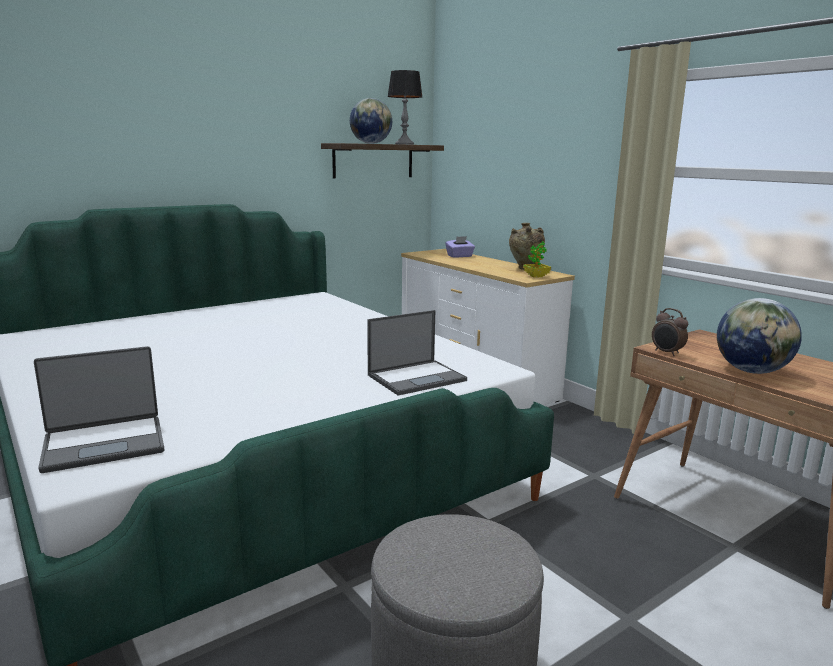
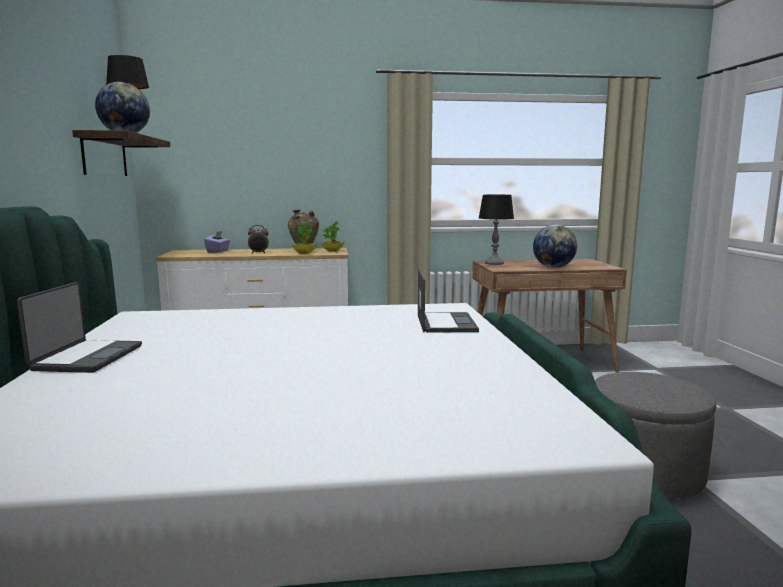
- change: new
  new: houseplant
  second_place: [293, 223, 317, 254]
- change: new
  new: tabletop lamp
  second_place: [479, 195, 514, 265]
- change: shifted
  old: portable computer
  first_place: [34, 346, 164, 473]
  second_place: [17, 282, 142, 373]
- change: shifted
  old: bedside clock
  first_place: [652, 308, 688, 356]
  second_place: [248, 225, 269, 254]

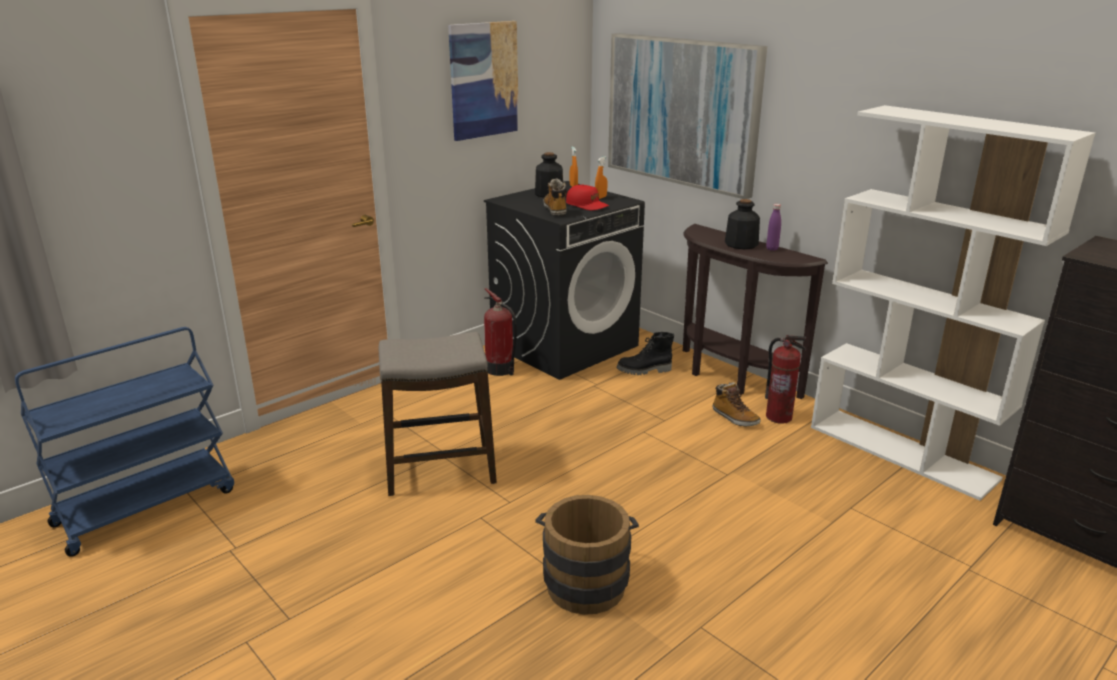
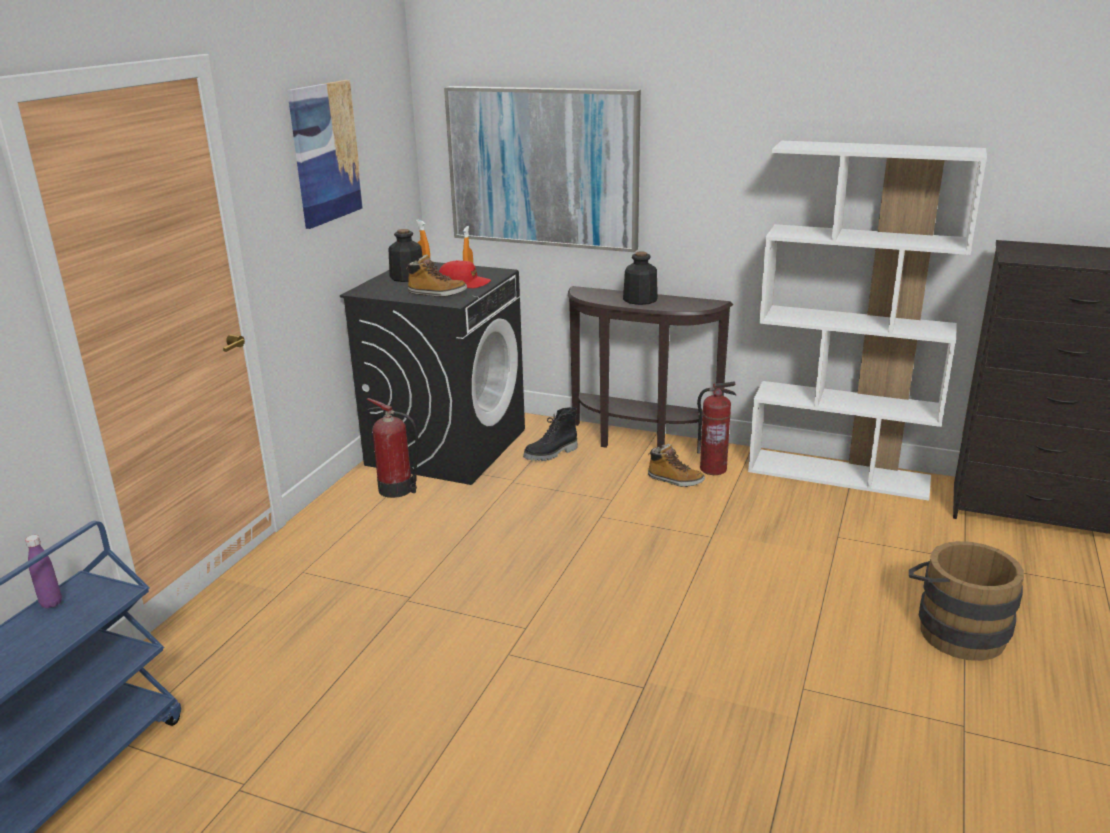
- change: gone
  old: stool
  first_place: [378, 332, 497, 496]
- change: shifted
  old: pail (brownish)
  first_place: [535, 495, 639, 615]
  second_place: [909, 541, 1024, 661]
- change: shifted
  old: beverage bottle (purple-coloured)
  first_place: [766, 204, 781, 251]
  second_place: [25, 535, 62, 609]
- change: rotated
  old: boot
  first_place: [544, 178, 567, 216]
  second_place: [406, 254, 467, 297]
  degrees: 135

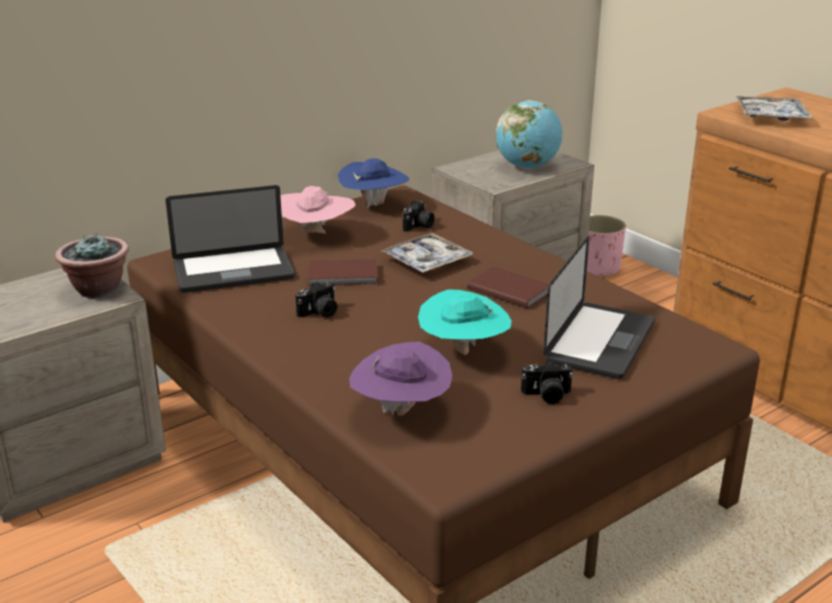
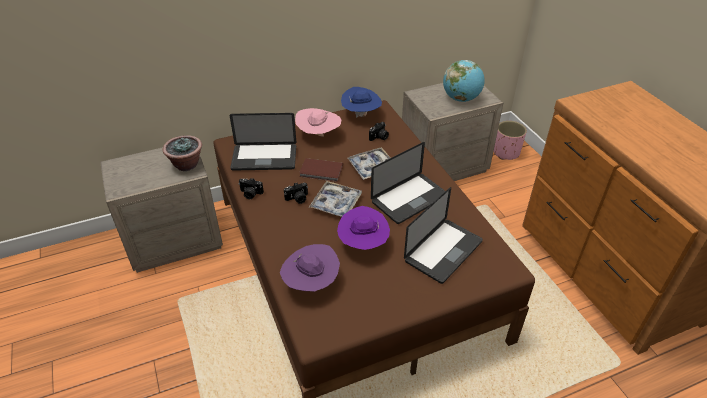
- change: shifted
  old: photo camera
  first_place: [521, 360, 573, 404]
  second_place: [238, 178, 264, 199]
- change: shifted
  old: serving tray
  first_place: [736, 96, 813, 121]
  second_place: [309, 181, 362, 217]
- change: swapped
  old: volume (brownish)
  new: portable computer
  first_place: [467, 267, 549, 309]
  second_place: [371, 142, 445, 224]
- change: repainted
  old: wearable hat (turquoise)
  new: wearable hat (purple-coloured)
  first_place: [418, 289, 512, 355]
  second_place: [337, 206, 390, 250]

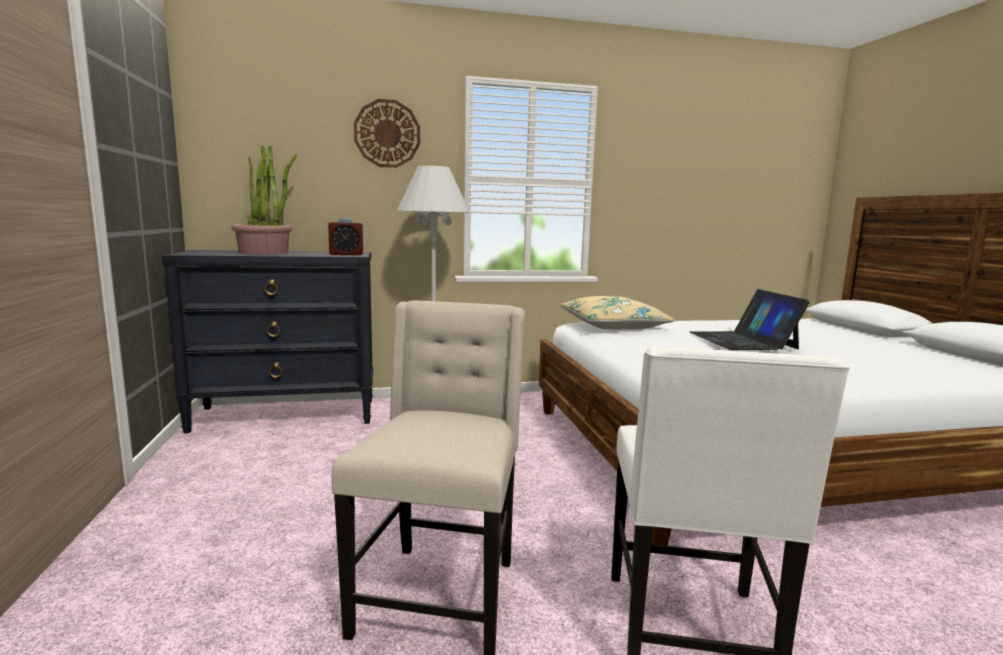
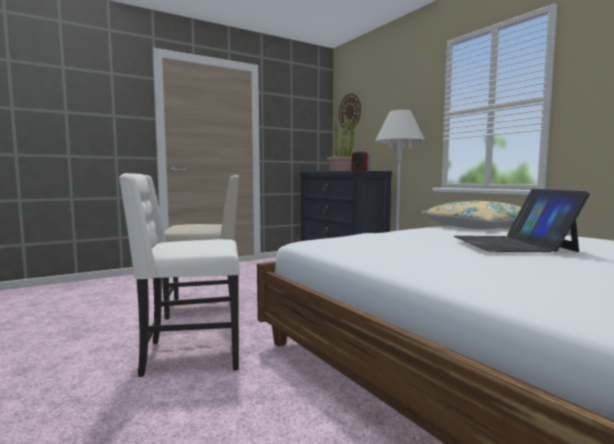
- change: shifted
  old: wall clock
  first_place: [354, 99, 420, 168]
  second_place: [339, 93, 361, 130]
- change: rotated
  old: portable computer
  first_place: [690, 289, 810, 350]
  second_place: [453, 189, 590, 252]
  degrees: -60

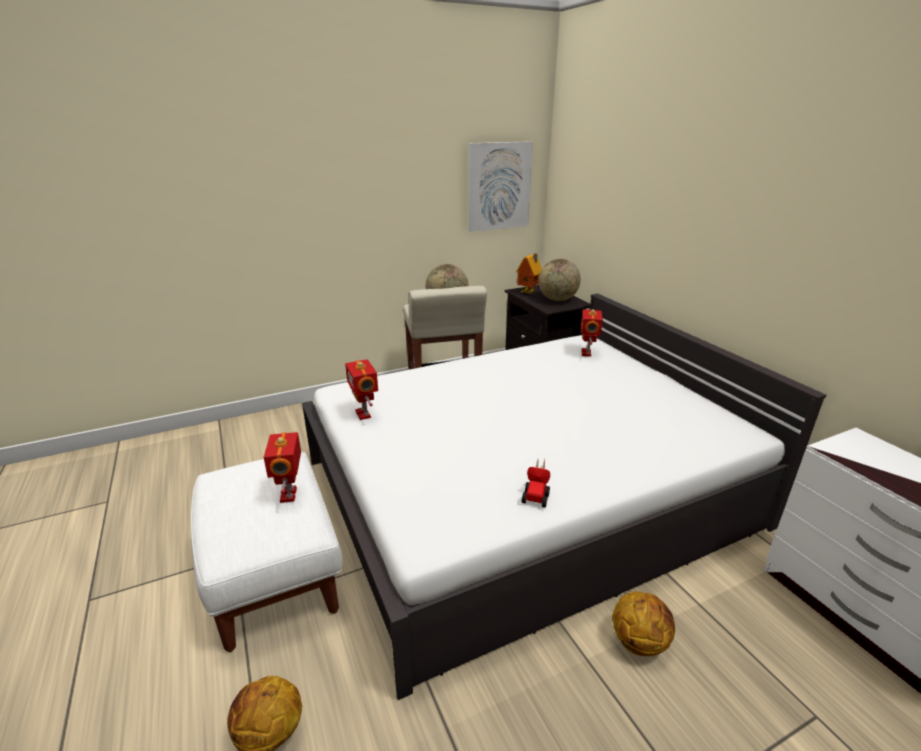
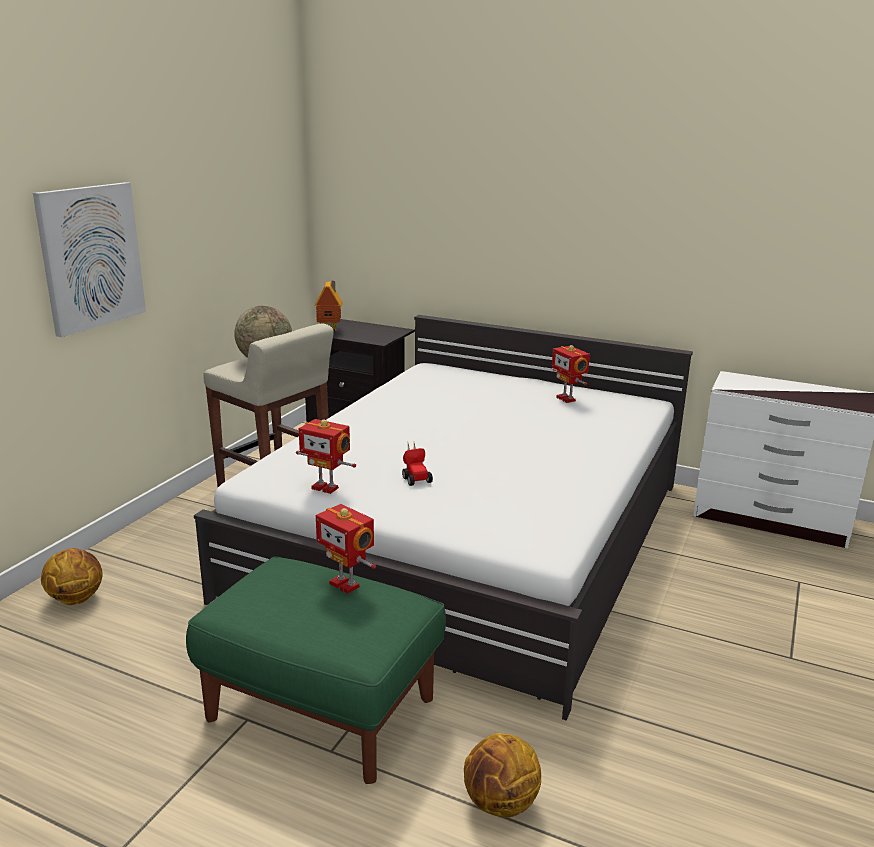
- change: gone
  old: desk globe
  first_place: [538, 259, 581, 301]
- change: shifted
  old: picture
  first_place: [468, 141, 533, 232]
  second_place: [33, 182, 146, 337]
- change: shifted
  old: miniature car
  first_place: [522, 460, 550, 508]
  second_place: [402, 443, 433, 486]
- change: shifted
  old: robot figure
  first_place: [581, 309, 603, 357]
  second_place: [552, 345, 590, 403]
- change: shifted
  old: basketball ball
  first_place: [612, 591, 675, 656]
  second_place: [41, 548, 103, 605]
- change: repainted
  old: ottoman (white-coloured)
  new: ottoman (green)
  first_place: [191, 452, 342, 652]
  second_place: [186, 557, 446, 784]

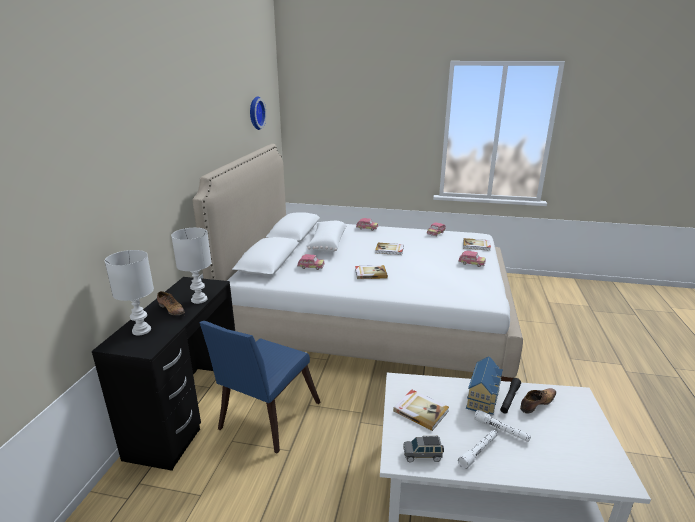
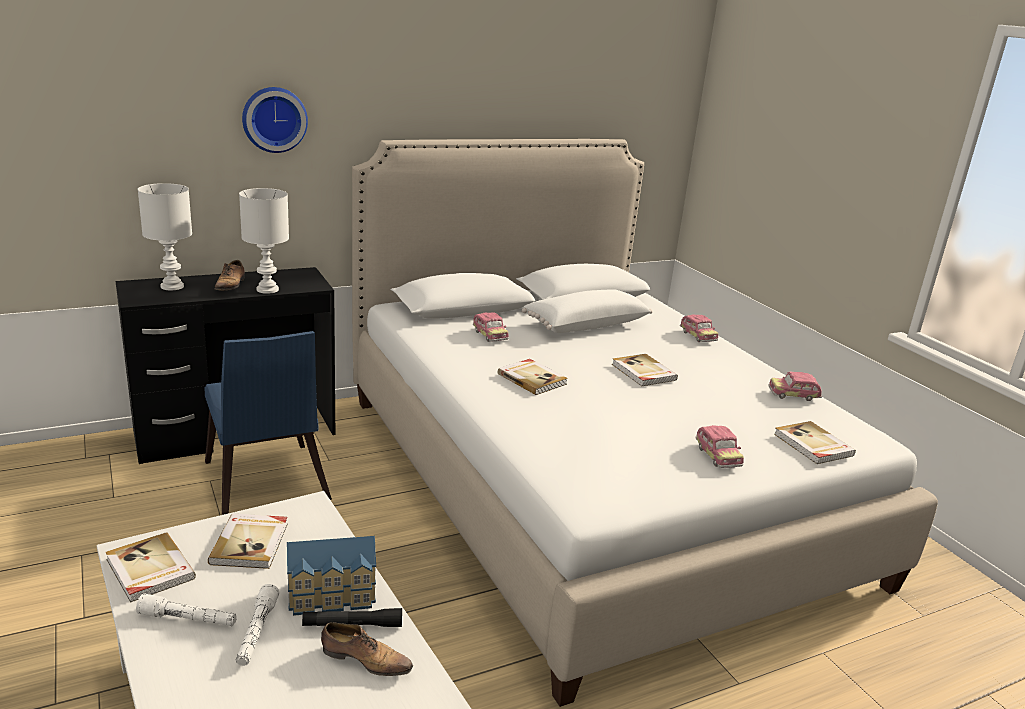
- change: shifted
  old: wall clock
  first_place: [250, 96, 266, 130]
  second_place: [242, 87, 308, 153]
- change: swapped
  old: miniature car (greyish)
  new: volume
  first_place: [403, 436, 444, 462]
  second_place: [105, 532, 196, 603]
- change: rotated
  old: upright chair (bluish)
  first_place: [200, 321, 320, 453]
  second_place: [204, 331, 332, 515]
  degrees: -105

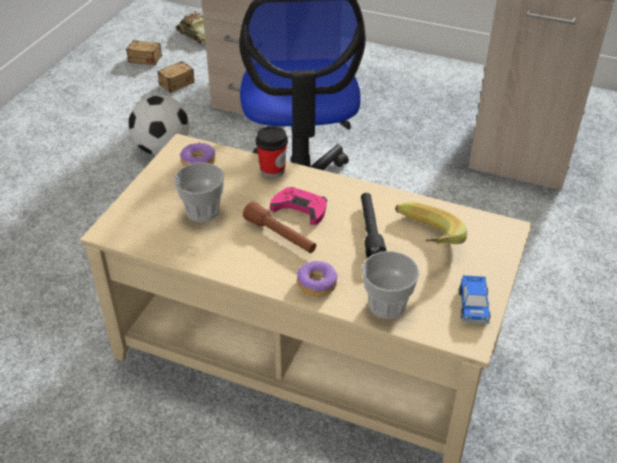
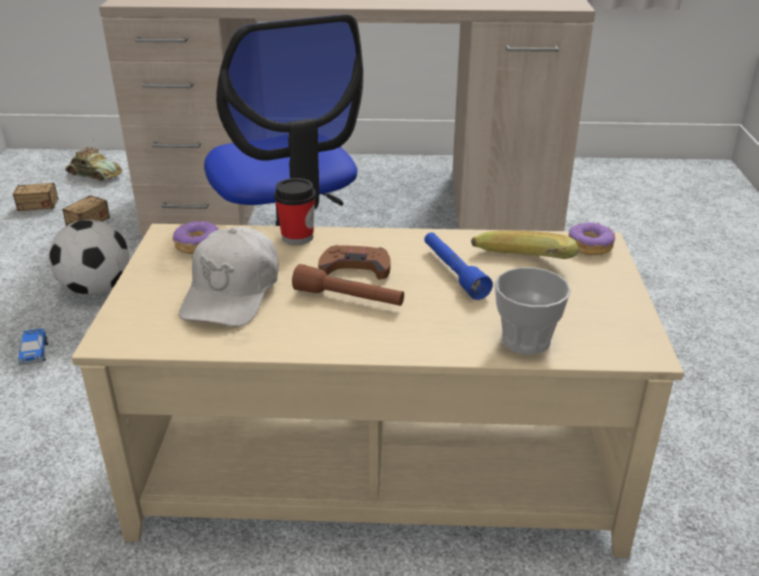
- change: shifted
  old: doughnut
  first_place: [297, 261, 338, 297]
  second_place: [569, 223, 615, 255]
- change: shifted
  old: miniature car
  first_place: [459, 275, 491, 324]
  second_place: [18, 328, 48, 366]
- change: swapped
  old: small cup
  new: baseball cap (white-coloured)
  first_place: [174, 162, 224, 222]
  second_place: [179, 227, 279, 327]
- change: repainted
  old: joypad (pink-coloured)
  new: joypad (brownish)
  first_place: [270, 187, 327, 225]
  second_place: [318, 245, 391, 280]
- change: repainted
  old: hand torch (black-coloured)
  new: hand torch (bluish)
  first_place: [361, 193, 386, 258]
  second_place: [424, 232, 493, 300]

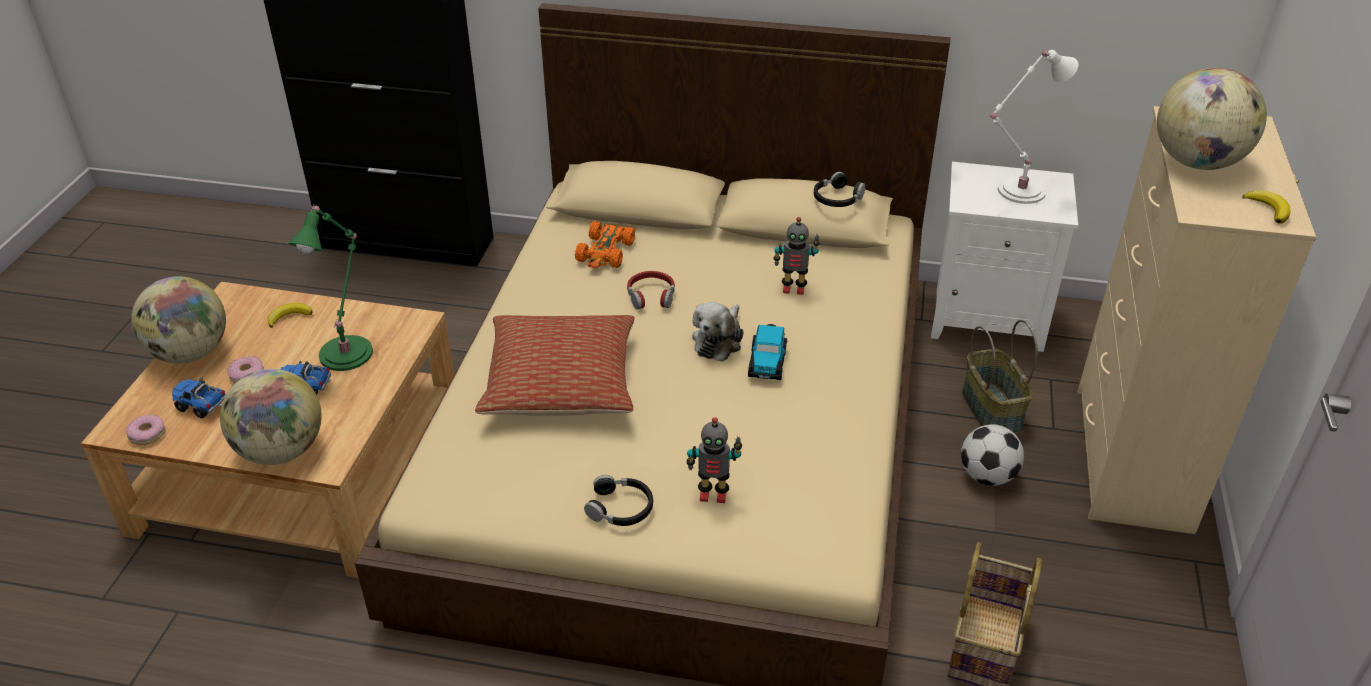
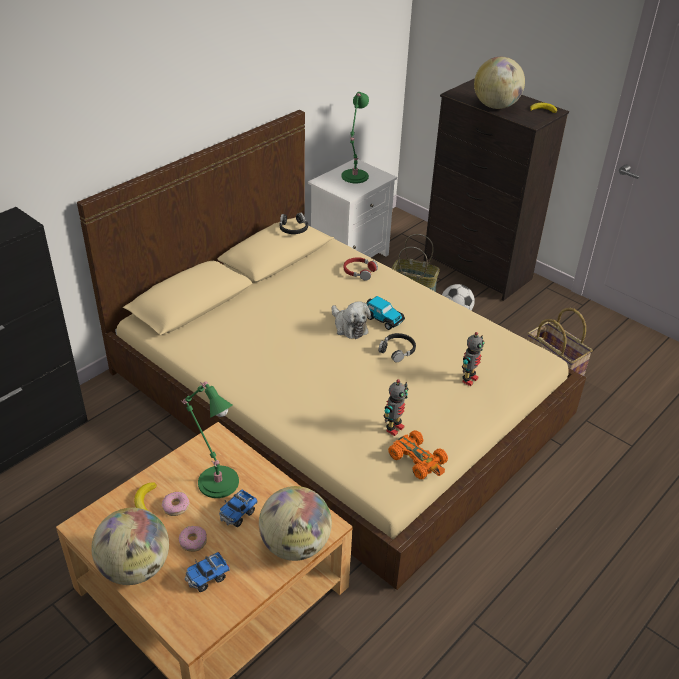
- change: gone
  old: cushion
  first_place: [475, 315, 635, 416]
- change: shifted
  old: doughnut
  first_place: [126, 415, 165, 445]
  second_place: [162, 492, 189, 516]
- change: shifted
  old: miniature car (orange-coloured)
  first_place: [575, 221, 635, 268]
  second_place: [388, 430, 448, 479]
- change: shifted
  old: headphones (black-coloured)
  first_place: [584, 475, 653, 526]
  second_place: [378, 333, 416, 362]
- change: shifted
  old: headphones (reddish)
  first_place: [627, 271, 675, 310]
  second_place: [343, 257, 378, 281]
- change: shifted
  old: robot figure
  first_place: [774, 217, 820, 295]
  second_place: [384, 379, 408, 436]
- change: repainted
  old: tabletop lamp (white-coloured)
  new: tabletop lamp (green)
  first_place: [990, 50, 1078, 204]
  second_place: [341, 92, 369, 183]
- change: repainted
  old: chest of drawers (beige)
  new: chest of drawers (black-coloured)
  first_place: [1078, 106, 1316, 534]
  second_place: [423, 78, 569, 301]

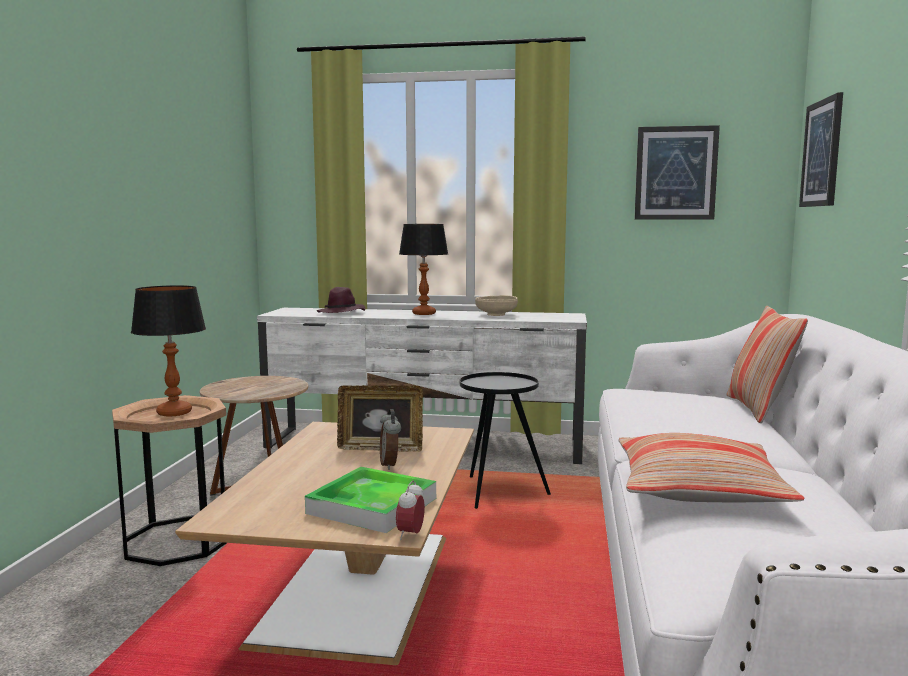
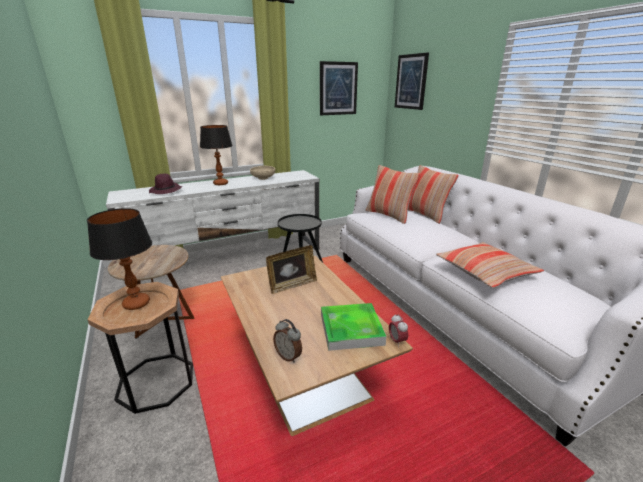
- change: new
  new: cushion
  second_place: [366, 165, 420, 224]
- change: shifted
  old: bedside clock
  first_place: [380, 409, 401, 470]
  second_place: [273, 319, 302, 363]

